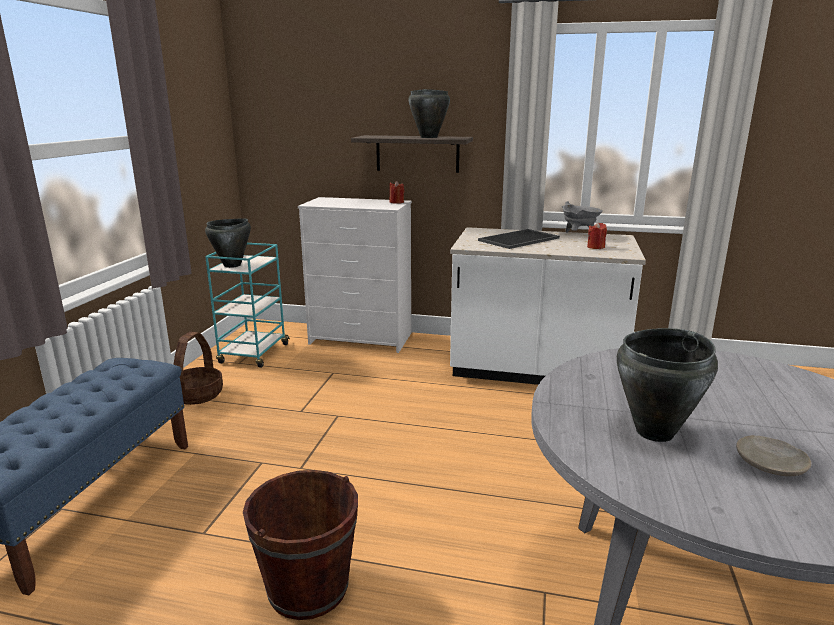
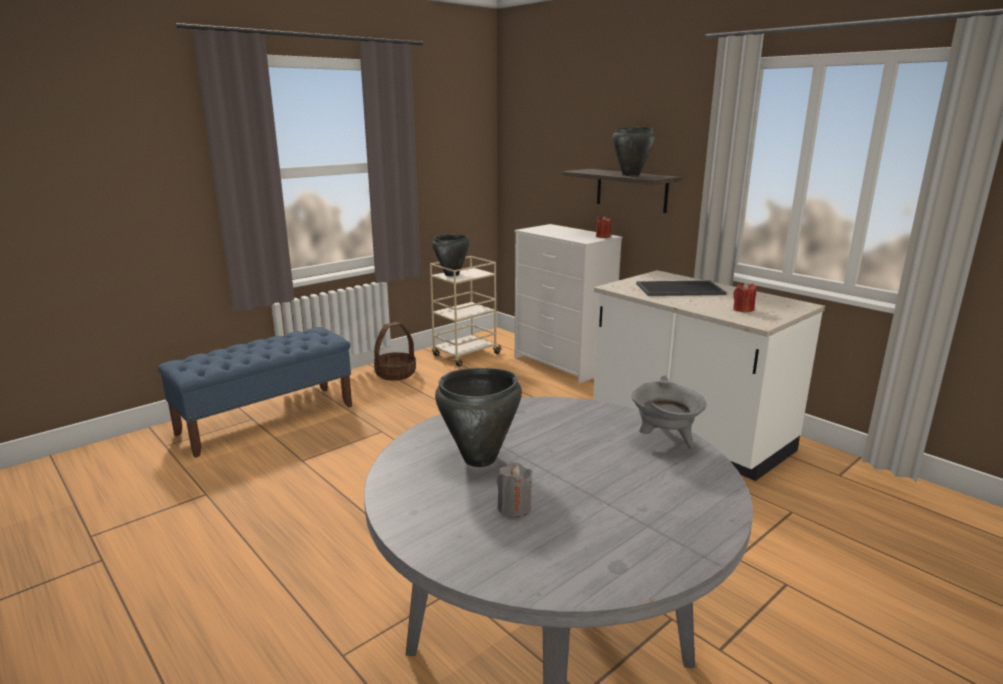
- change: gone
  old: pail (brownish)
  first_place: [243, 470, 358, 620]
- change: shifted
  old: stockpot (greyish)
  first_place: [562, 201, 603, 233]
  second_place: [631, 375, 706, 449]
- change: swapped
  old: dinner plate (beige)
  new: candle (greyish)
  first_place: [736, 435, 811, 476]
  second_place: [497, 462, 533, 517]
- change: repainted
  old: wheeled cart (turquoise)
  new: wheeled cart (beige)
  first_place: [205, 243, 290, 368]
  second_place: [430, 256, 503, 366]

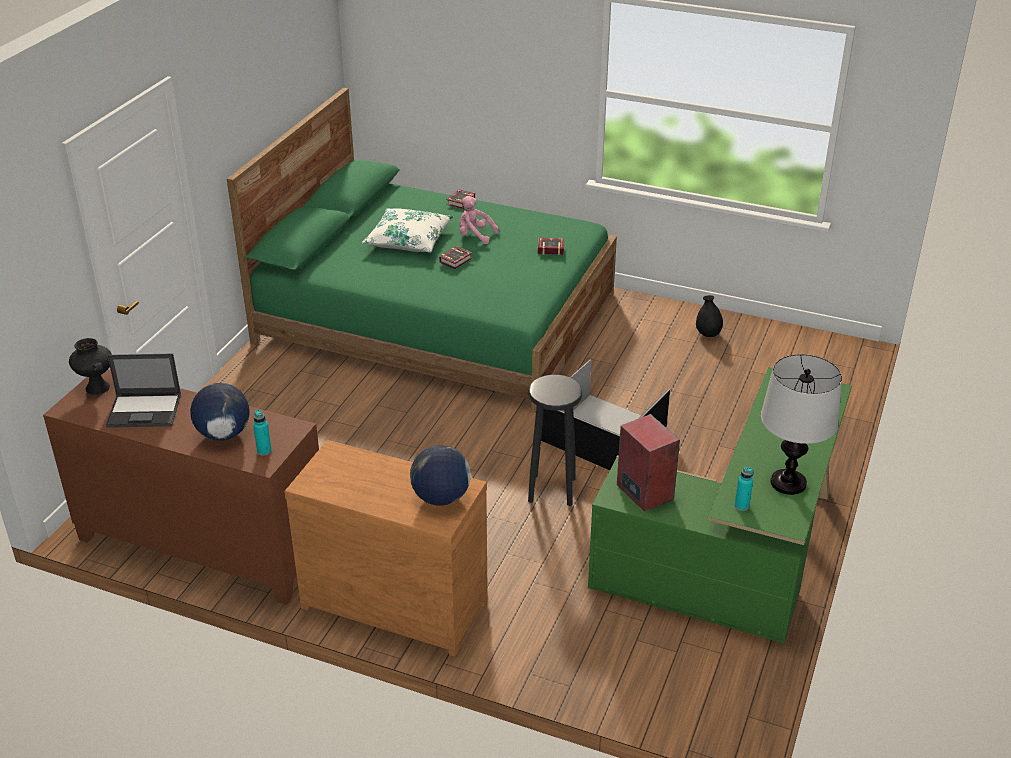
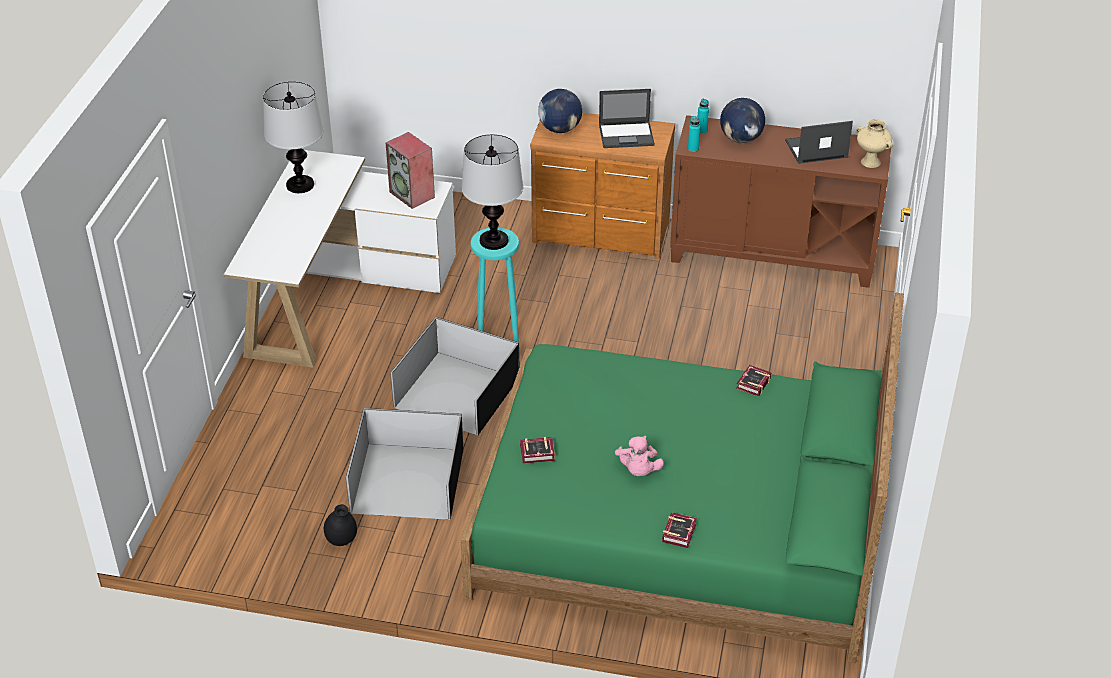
- change: gone
  old: cushion (white-coloured)
  first_place: [362, 208, 453, 253]
- change: new
  new: storage box (black-coloured)
  second_place: [346, 408, 463, 520]
- change: new
  new: tabletop lamp
  second_place: [461, 134, 523, 250]
- change: new
  new: portable computer
  second_place: [599, 89, 655, 148]
- change: shifted
  old: volume
  first_place: [439, 246, 472, 269]
  second_place: [736, 365, 771, 397]
- change: shifted
  old: beverage bottle (turquoise)
  first_place: [735, 467, 754, 511]
  second_place: [688, 116, 700, 152]
- change: repainted
  old: vase (black-coloured)
  new: vase (beige)
  first_place: [69, 338, 112, 395]
  second_place: [856, 119, 893, 168]
- change: repainted
  old: stool (black-coloured)
  new: stool (turquoise)
  first_place: [528, 375, 583, 506]
  second_place: [470, 227, 519, 342]
- change: repainted
  old: desk unit (green)
  new: desk unit (white-coloured)
  first_place: [588, 367, 852, 644]
  second_place: [224, 150, 456, 368]
- change: rotated
  old: plush toy (pink-coloured)
  first_place: [459, 196, 499, 244]
  second_place: [615, 436, 664, 476]
  degrees: 75

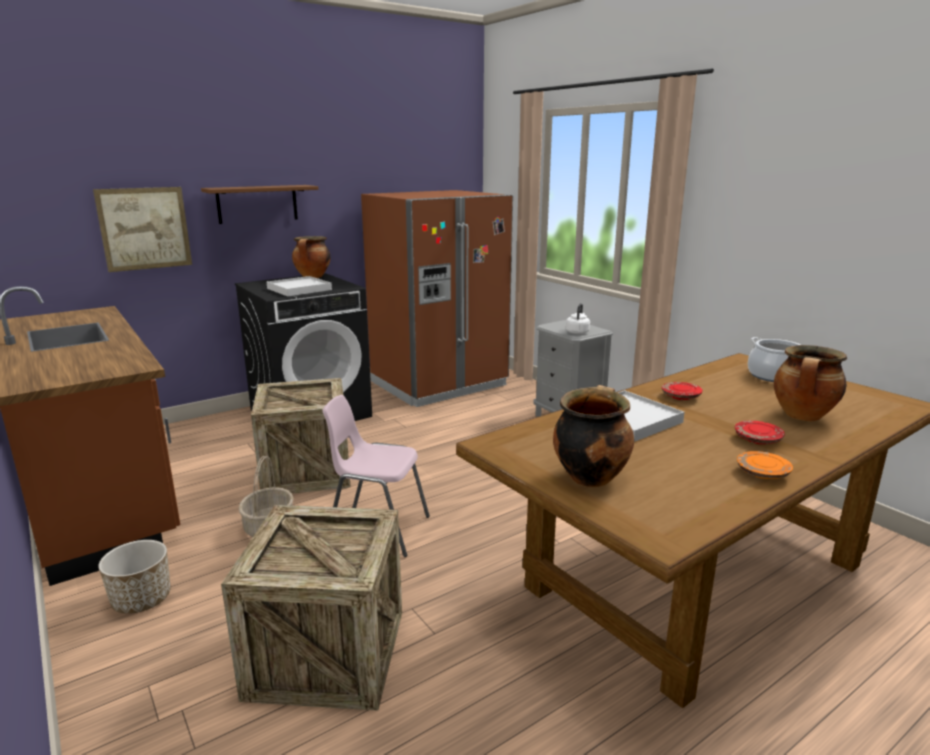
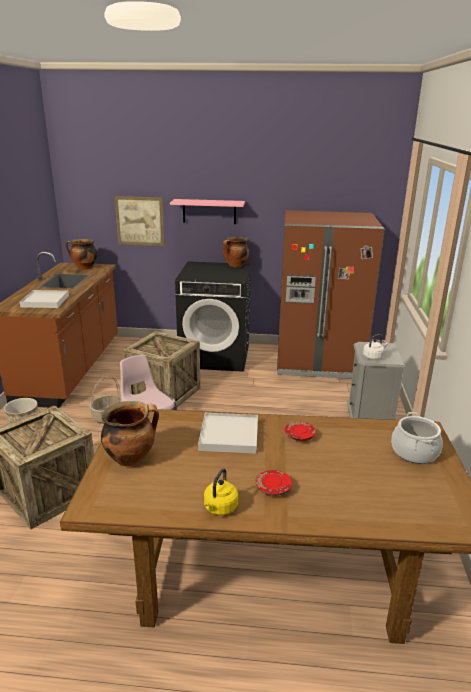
- change: shifted
  old: serving tray (white-coloured)
  first_place: [267, 276, 332, 296]
  second_place: [20, 290, 69, 308]
- change: shifted
  old: stockpot
  first_place: [774, 345, 847, 422]
  second_place: [66, 239, 97, 270]
- change: swapped
  old: dinner plate (orange-coloured)
  new: water kettle (yellow)
  first_place: [737, 451, 793, 479]
  second_place: [204, 468, 238, 515]
- change: repainted
  old: bracket shelf (brownish)
  new: bracket shelf (pink-coloured)
  first_place: [201, 185, 318, 224]
  second_place: [170, 199, 245, 224]

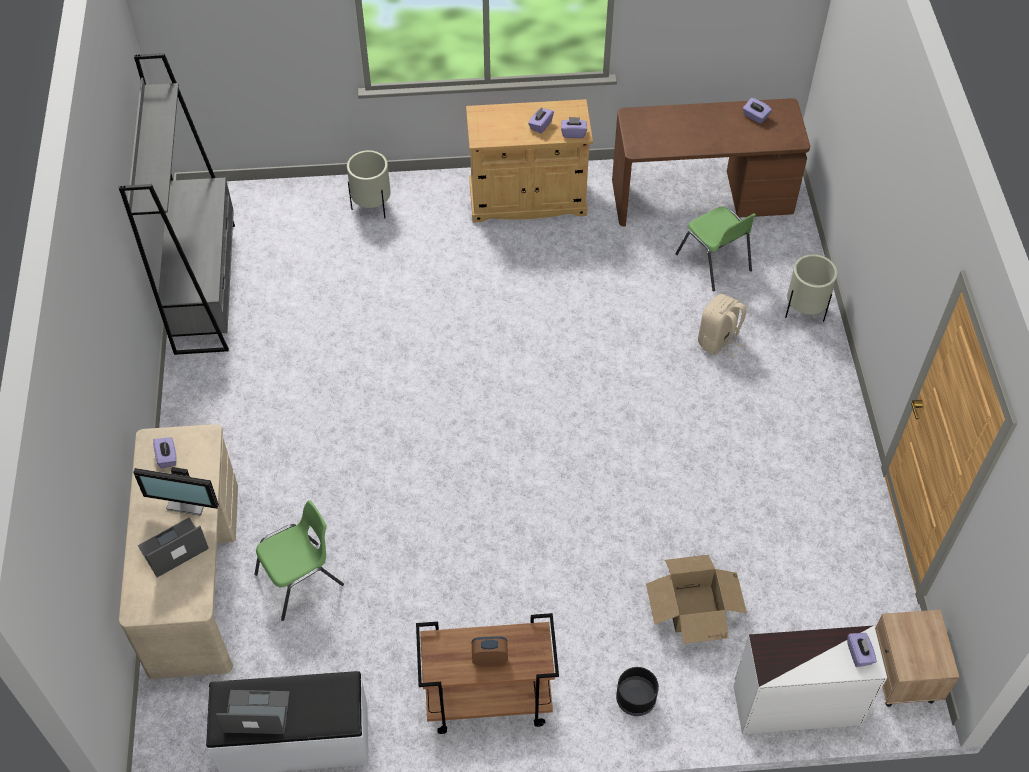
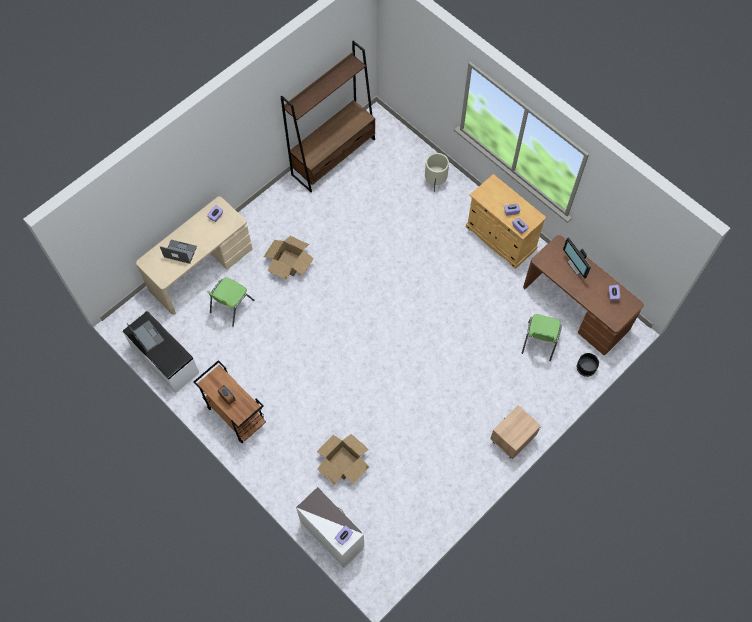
- change: gone
  old: knapsack (beige)
  first_place: [698, 294, 747, 359]
- change: gone
  old: plant pot (beige)
  first_place: [785, 254, 838, 322]
- change: new
  new: cardboard box
  second_place: [264, 236, 314, 280]
- change: shifted
  old: computer display
  first_place: [133, 467, 219, 516]
  second_place: [563, 237, 591, 279]
- change: shifted
  old: plant pot (black-coloured)
  first_place: [616, 667, 659, 716]
  second_place: [577, 353, 599, 377]
- change: shifted
  old: bedside table (beige)
  first_place: [875, 610, 959, 707]
  second_place: [490, 405, 541, 459]
- change: repainted
  old: shelving unit (greyish)
  new: shelving unit (brownish)
  first_place: [119, 53, 235, 355]
  second_place: [280, 41, 375, 192]
- change: rotated
  old: upright chair (green)
  first_place: [254, 500, 344, 621]
  second_place: [207, 277, 255, 327]
  degrees: 105

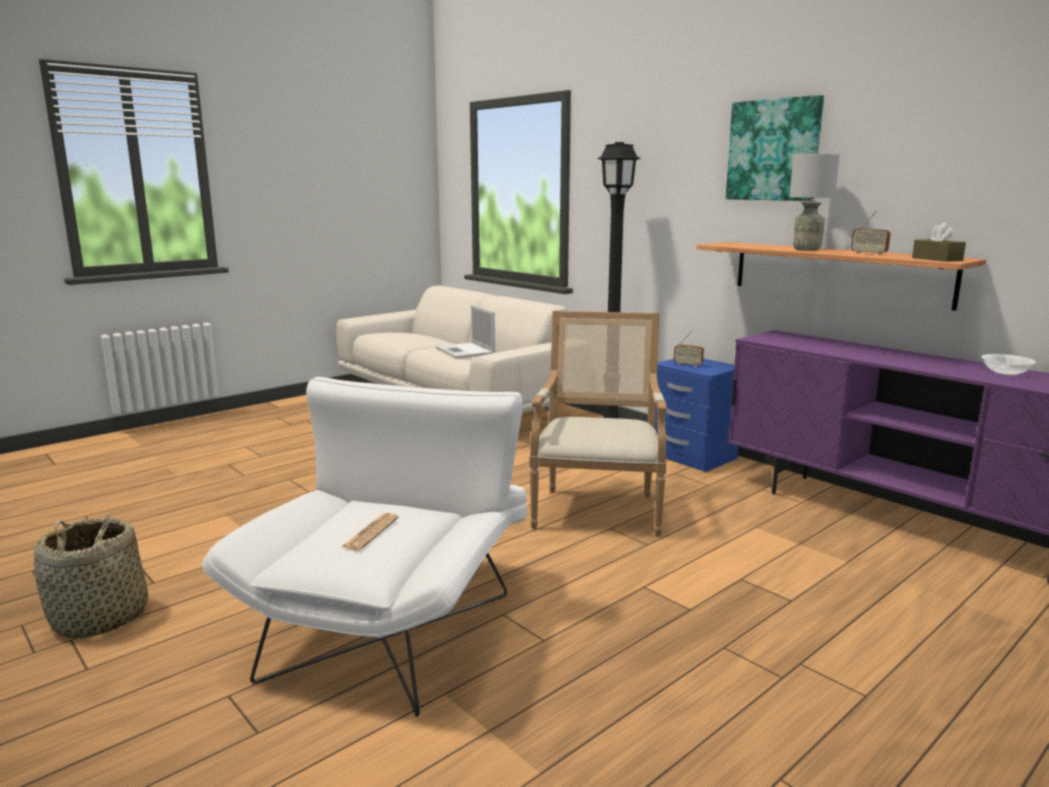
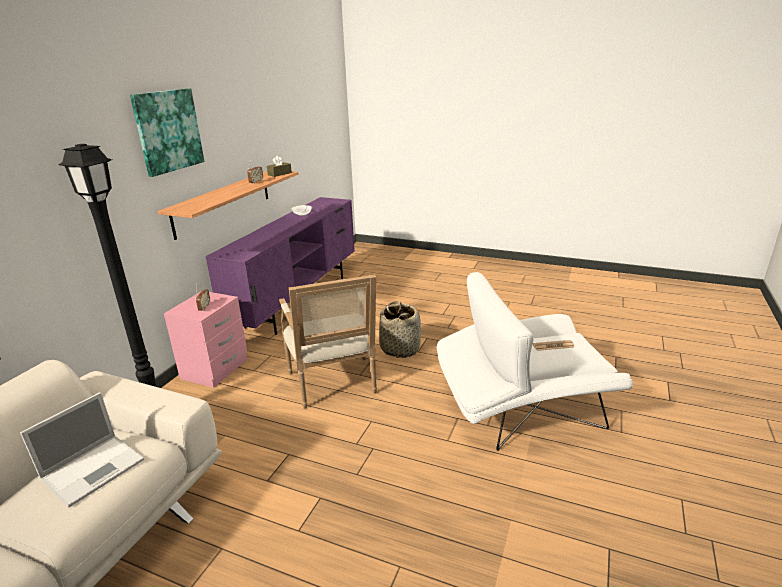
- change: gone
  old: tabletop lamp (greyish)
  first_place: [789, 154, 840, 251]
- change: shifted
  old: storage basket
  first_place: [34, 515, 148, 638]
  second_place: [379, 301, 421, 358]
- change: repainted
  old: bedside table (bluish)
  new: bedside table (pink-coloured)
  first_place: [655, 359, 739, 472]
  second_place: [164, 292, 247, 388]
- change: rotated
  old: easy chair
  first_place: [529, 311, 667, 537]
  second_place: [279, 274, 377, 408]
  degrees: -90

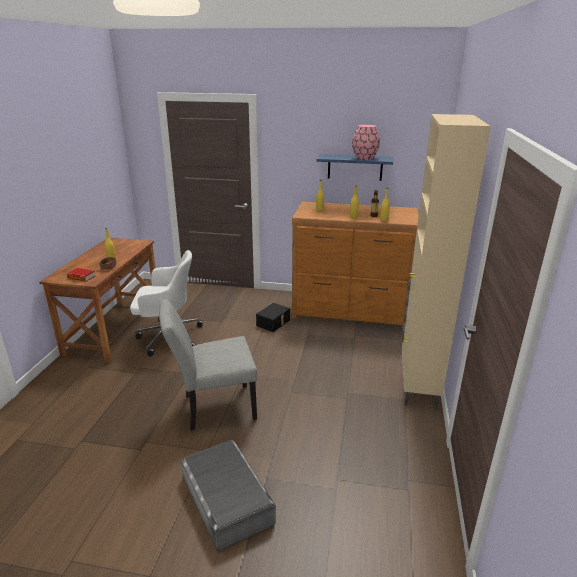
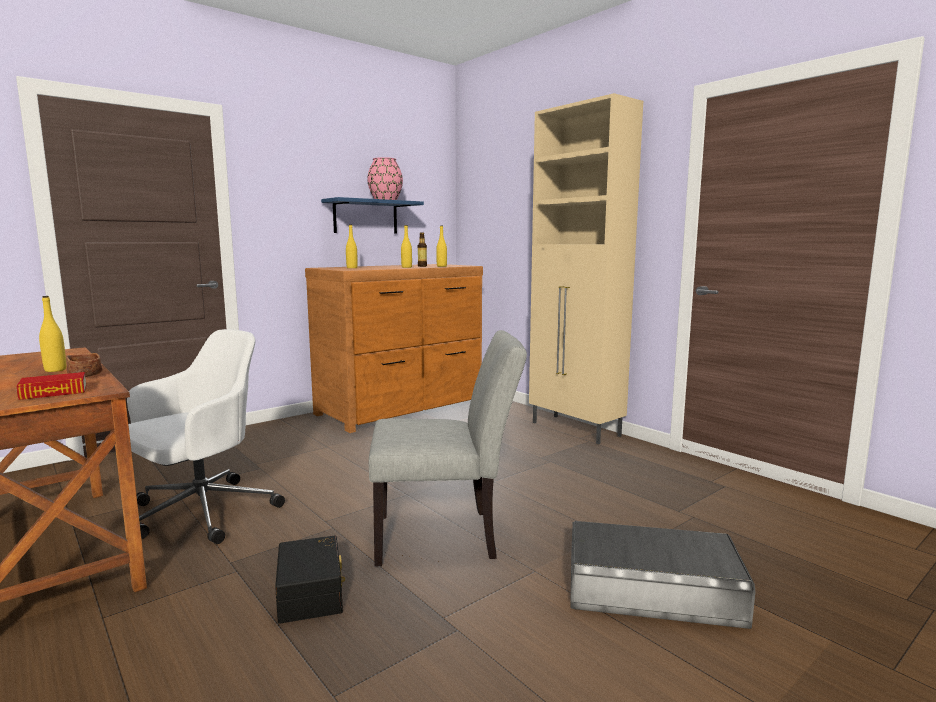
- change: shifted
  old: storage box (black-coloured)
  first_place: [256, 303, 290, 332]
  second_place: [275, 536, 345, 624]
- change: rotated
  old: upright chair (greyish)
  first_place: [159, 299, 257, 430]
  second_place: [369, 330, 527, 567]
  degrees: -120

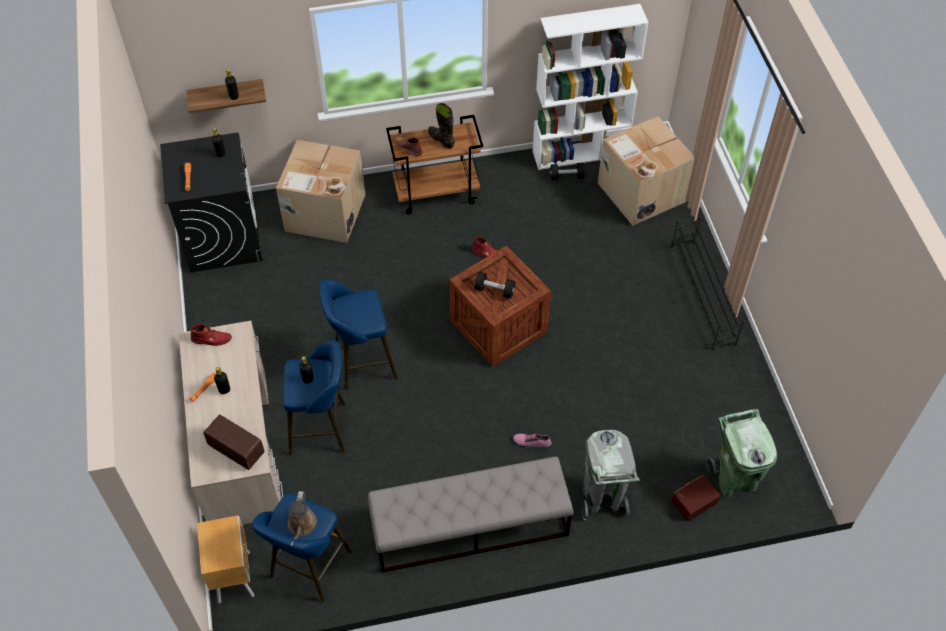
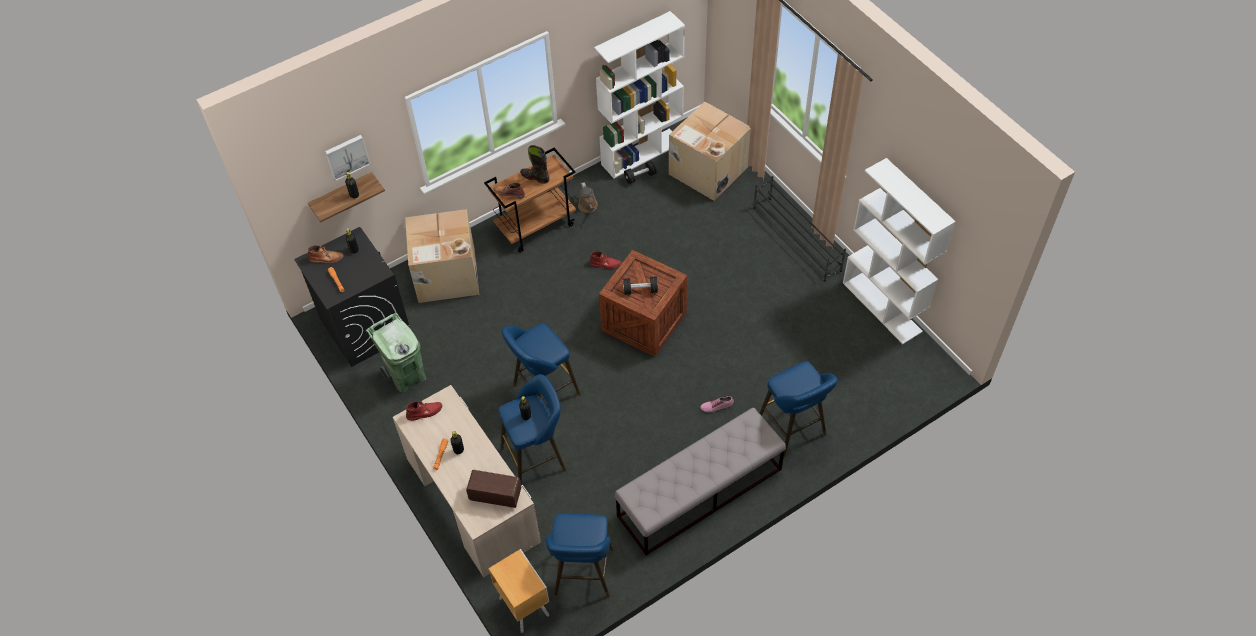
- change: gone
  old: storage box (brownish)
  first_place: [671, 475, 720, 521]
- change: new
  new: boot (brownish)
  second_place: [308, 245, 344, 263]
- change: new
  new: picture
  second_place: [325, 135, 370, 181]
- change: new
  new: shelving unit (white-coloured)
  second_place: [843, 158, 956, 344]
- change: shifted
  old: sprinkling can (brownish)
  first_place: [288, 491, 317, 546]
  second_place: [578, 182, 598, 213]
- change: shifted
  old: trash can (green)
  first_place: [706, 409, 777, 497]
  second_place: [365, 313, 426, 393]
- change: swapped
  old: trash can (greyish)
  new: stool (bluish)
  first_place: [582, 430, 640, 520]
  second_place: [760, 361, 838, 457]

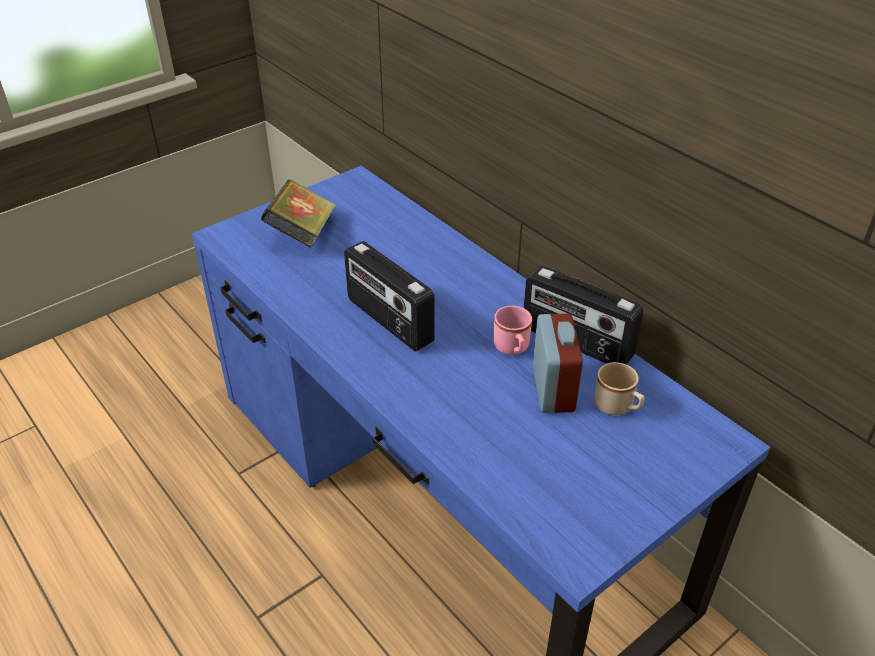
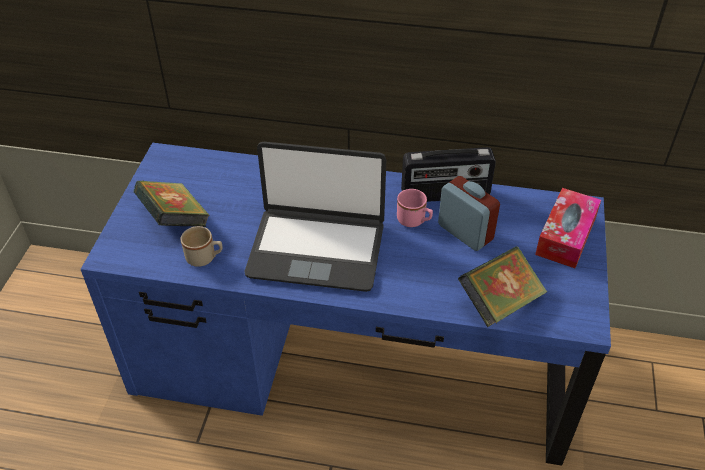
- change: new
  new: volume
  second_place: [458, 246, 547, 327]
- change: new
  new: box of tissues
  second_place: [535, 188, 601, 268]
- change: shifted
  old: mug (beige)
  first_place: [594, 362, 645, 415]
  second_place: [181, 226, 223, 267]
- change: swapped
  old: radio set
  new: portable computer
  first_place: [344, 241, 435, 351]
  second_place: [244, 142, 386, 292]

